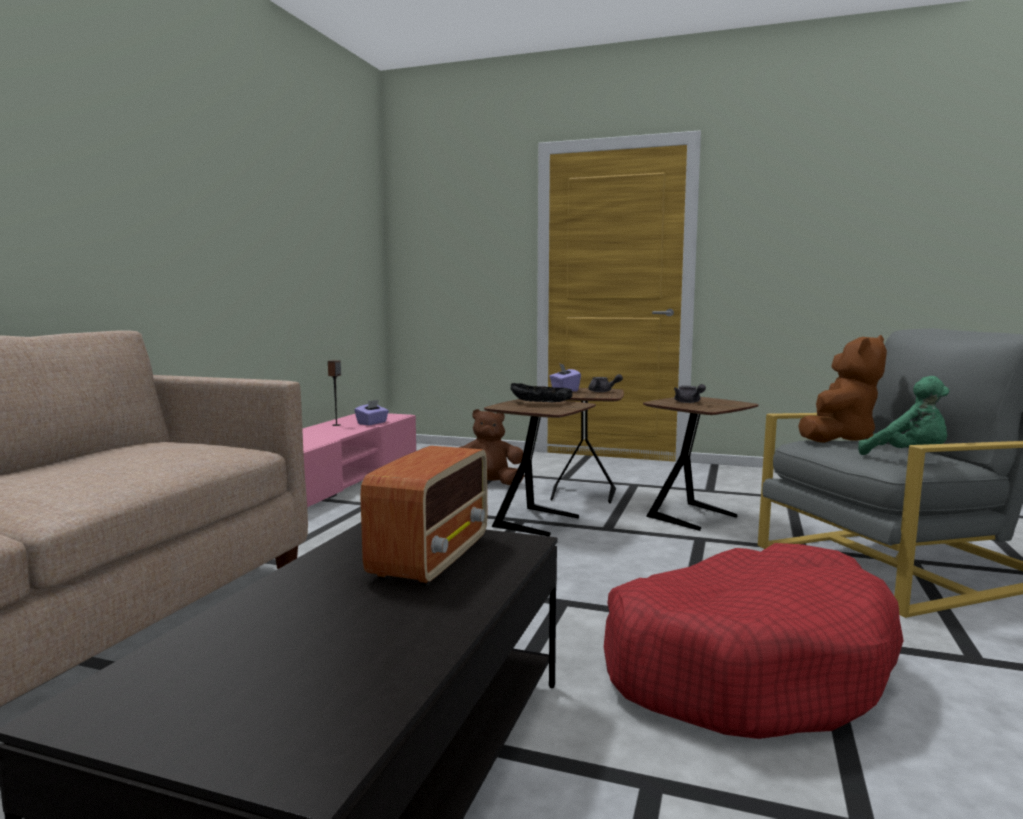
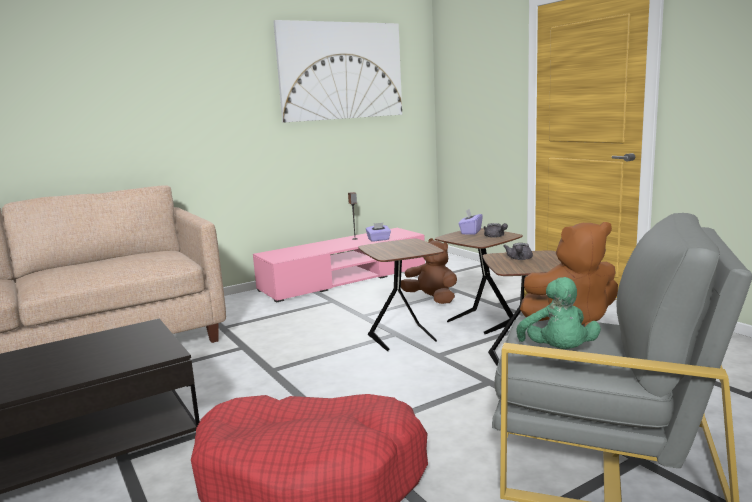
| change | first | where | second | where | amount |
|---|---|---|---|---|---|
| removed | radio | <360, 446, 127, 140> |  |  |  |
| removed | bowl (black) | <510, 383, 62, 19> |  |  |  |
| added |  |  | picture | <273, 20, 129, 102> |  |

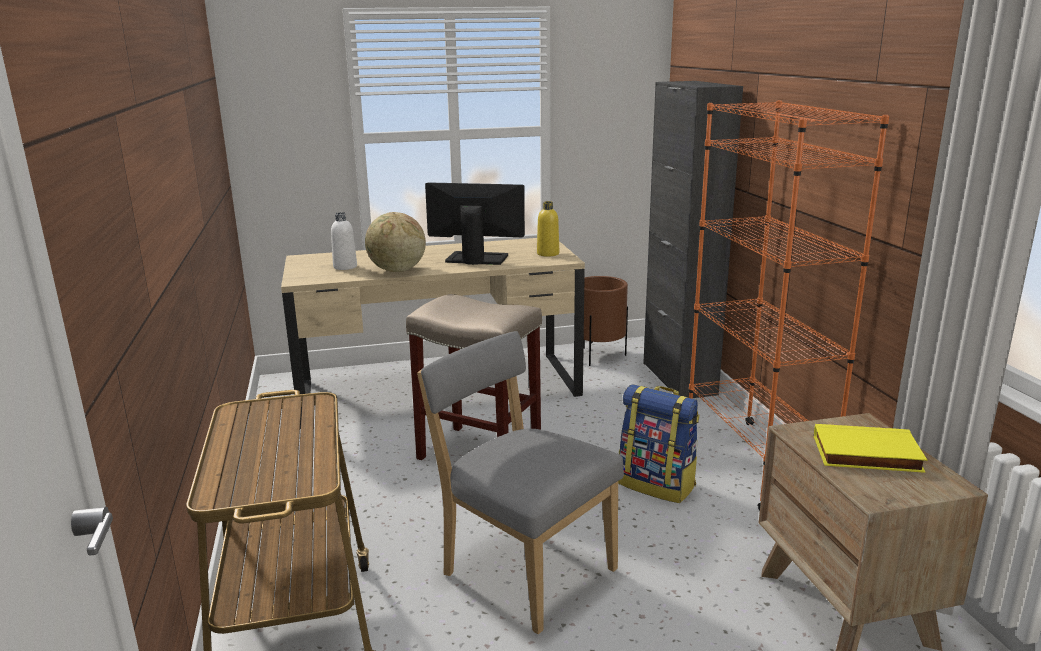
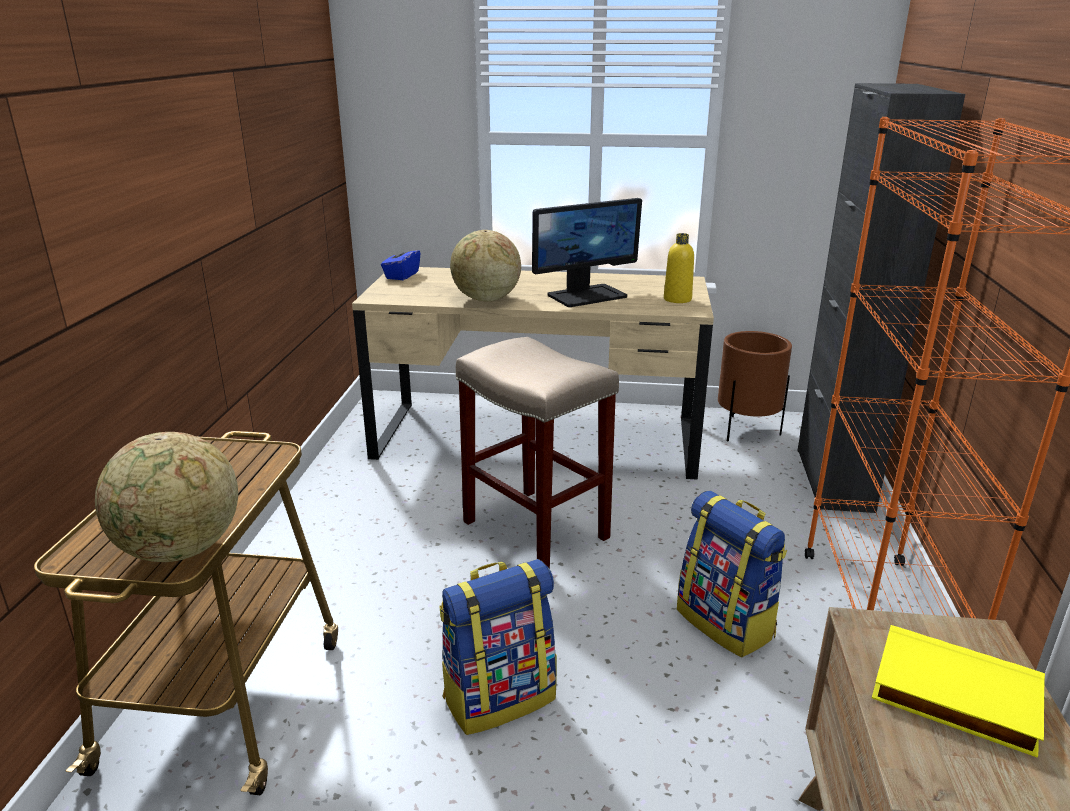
| change | first | where | second | where | amount |
|---|---|---|---|---|---|
| removed | bottle (white) | <331, 212, 26, 58> |  |  |  |
| replaced | chair (grey) | <417, 331, 207, 303> | backpack | <439, 559, 118, 176> |  |
| turned | monitor | <425, 183, 100, 82> |  | <532, 198, 110, 109> | 120 degrees clockwise |
| added |  |  | globe | <95, 432, 143, 130> |  |
| added |  |  | tissue box (blue) | <381, 242, 39, 38> |  |

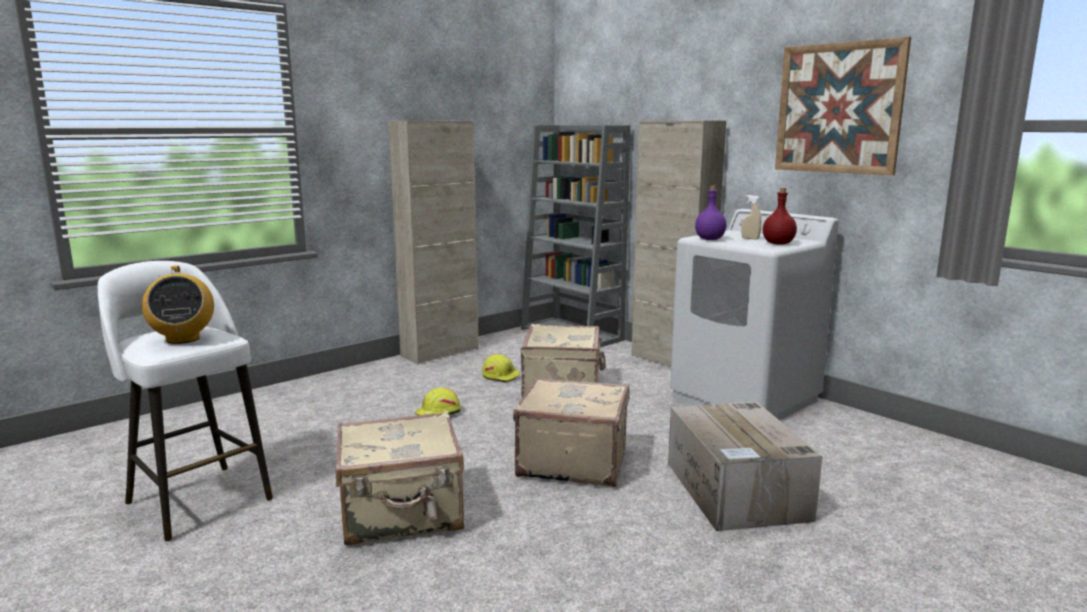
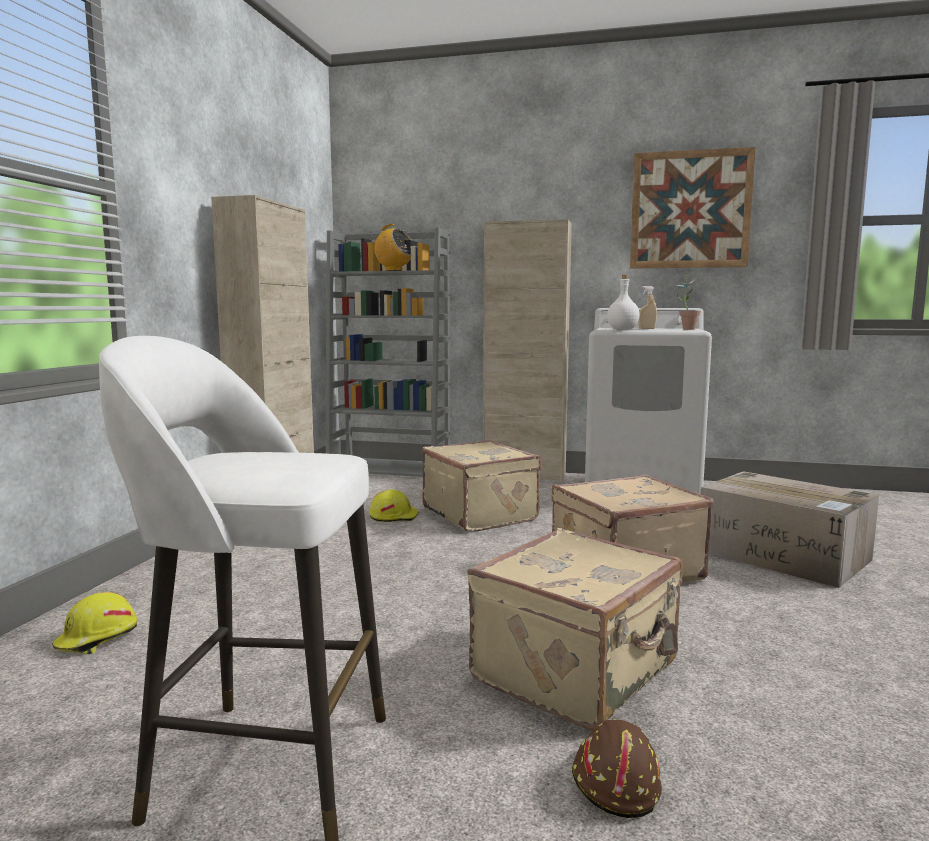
| change | first | where | second | where | amount |
|---|---|---|---|---|---|
| moved | radio | <142, 266, 72, 78> |  | <372, 224, 40, 47> |  |
| moved | hard hat (yellow) | <415, 388, 46, 28> |  | <53, 592, 84, 62> |  |
| recoloured | bottle (purple) | <695, 186, 31, 54> | bottle (white) | <607, 275, 33, 55> |  |
| replaced | bottle (red) | <763, 188, 34, 57> | potted plant | <669, 276, 33, 54> |  |
| added |  |  | hard hat (brown) | <572, 719, 90, 99> |  |

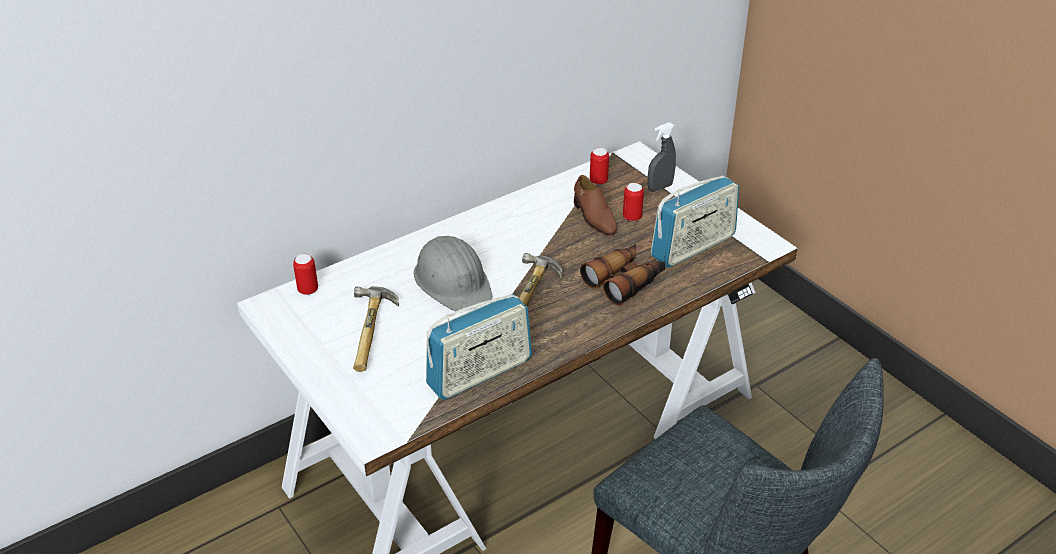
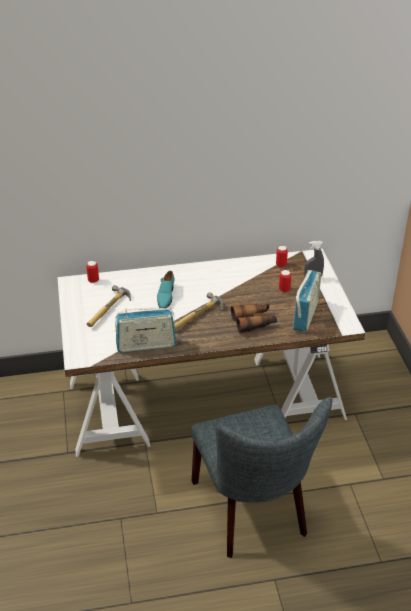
| change | first | where | second | where | amount |
|---|---|---|---|---|---|
| replaced | hard hat (grey) | <414, 236, 78, 75> | shoe (turquoise) | <157, 271, 18, 37> |  |
| removed | shoe (brown) | <574, 175, 43, 61> |  |  |  |
| turned | radio | <651, 175, 88, 93> |  | <293, 270, 28, 62> | 60 degrees counterclockwise |

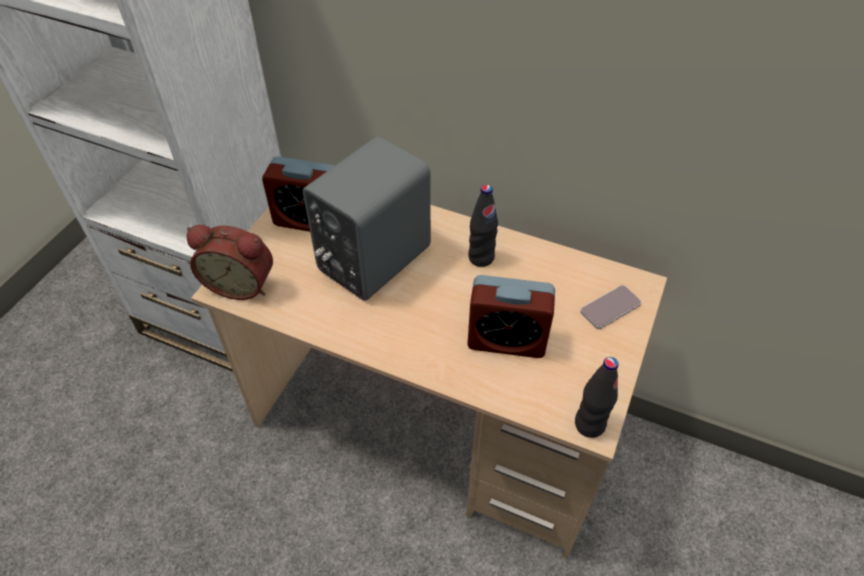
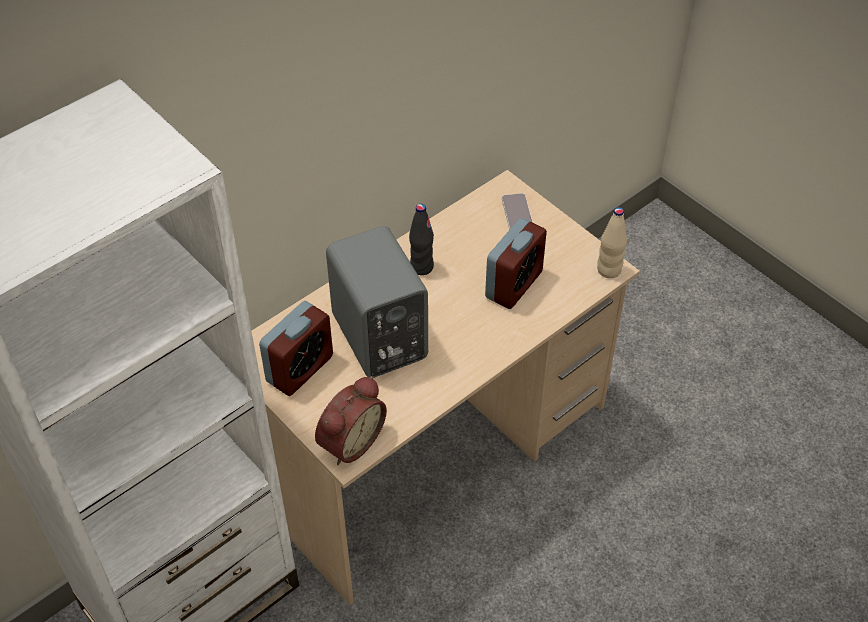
| change | first | where | second | where | amount |
|---|---|---|---|---|---|
| recoloured | bottle (black) | <575, 357, 43, 81> | bottle (beige) | <597, 207, 30, 71> |  |

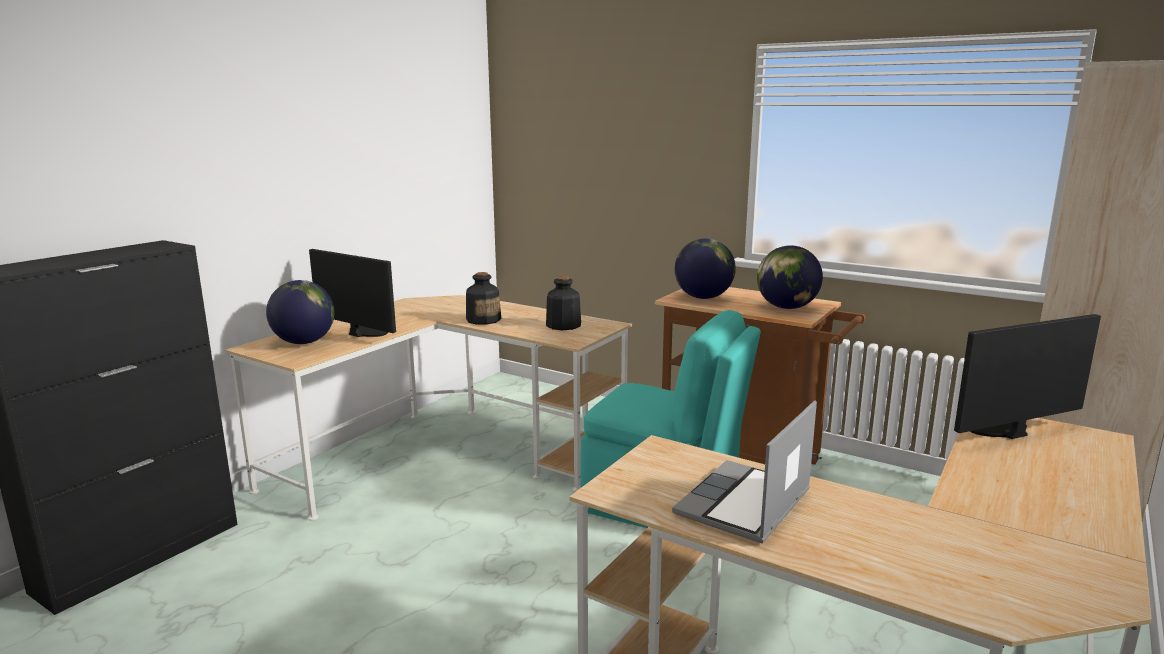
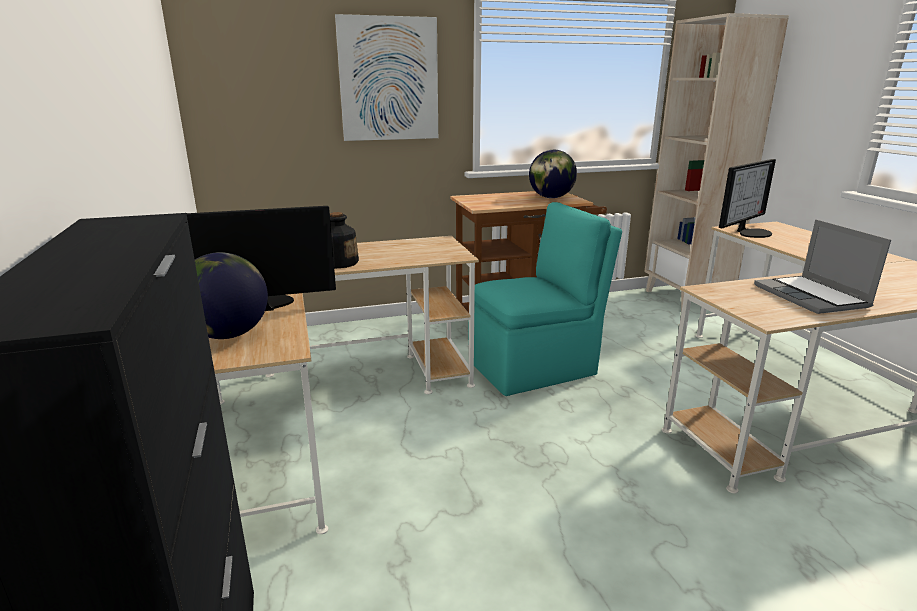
| change | first | where | second | where | amount |
|---|---|---|---|---|---|
| removed | bottle | <546, 276, 35, 54> |  |  |  |
| removed | globe | <675, 238, 61, 61> |  |  |  |
| turned | monitor | <954, 314, 147, 125> |  | <719, 159, 57, 79> | 150 degrees counterclockwise |
| added |  |  | picture | <335, 14, 103, 127> |  |

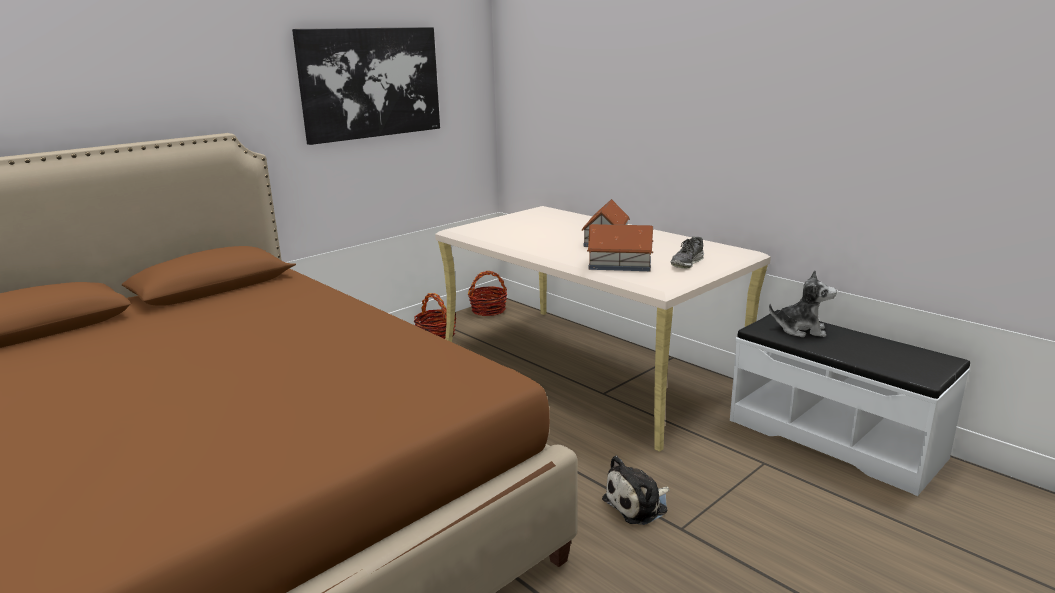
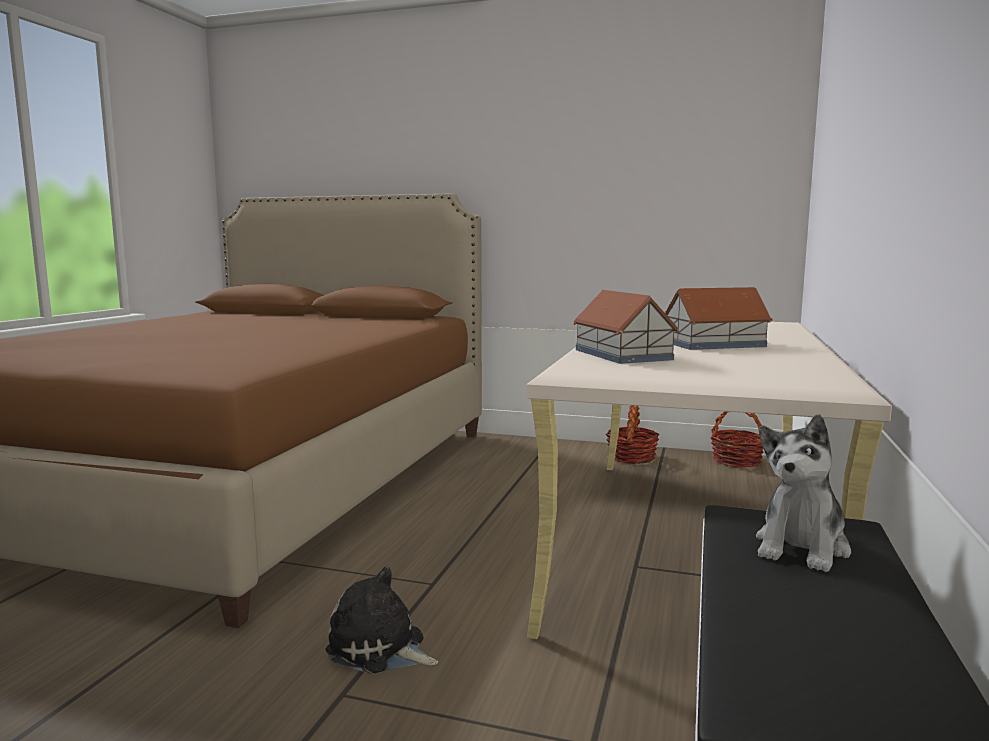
| change | first | where | second | where | amount |
|---|---|---|---|---|---|
| removed | picture | <292, 27, 148, 118> |  |  |  |
| removed | shoe | <671, 237, 33, 31> |  |  |  |
| turned | plush toy | <769, 270, 68, 67> |  | <756, 414, 95, 158> | 45 degrees clockwise |

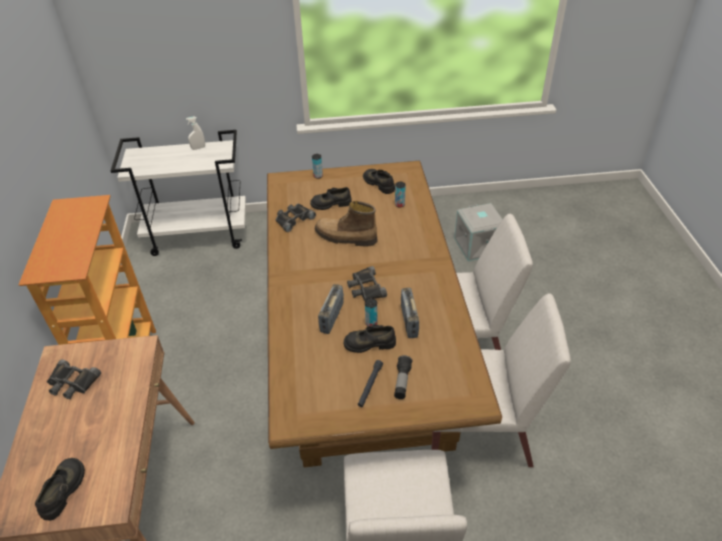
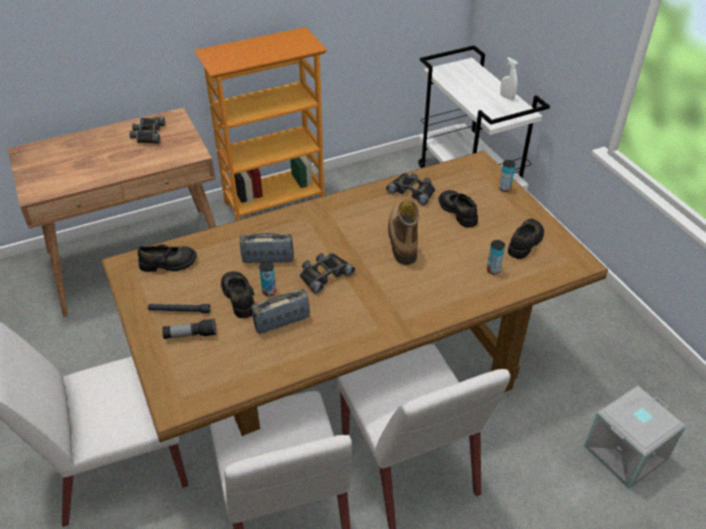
| change | first | where | second | where | amount |
|---|---|---|---|---|---|
| moved | shoe (black) | <35, 458, 50, 63> |  | <138, 244, 59, 28> |  |

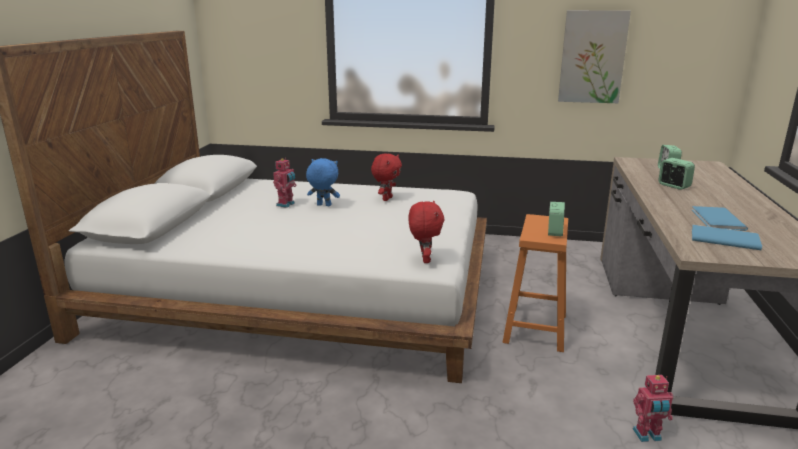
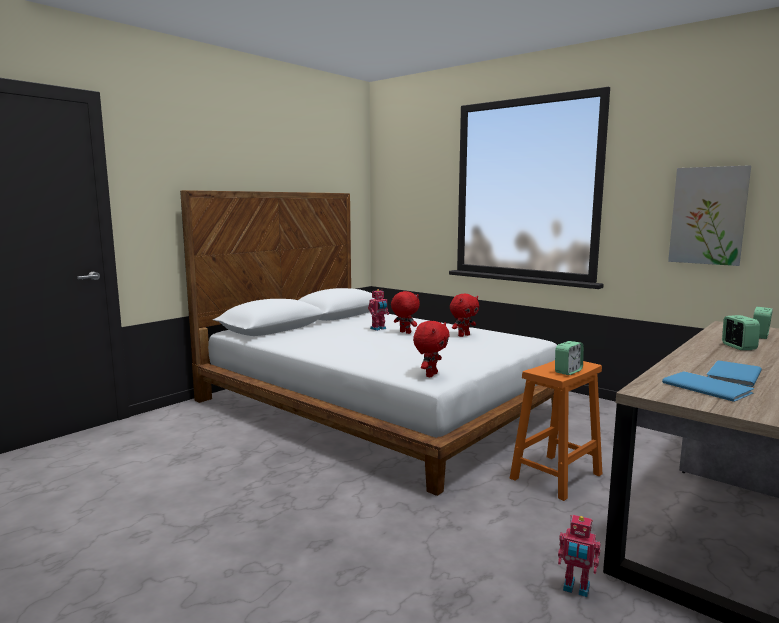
| change | first | where | second | where | amount |
|---|---|---|---|---|---|
| recoloured | plush toy (blue) | <306, 158, 34, 48> | plush toy (red) | <391, 291, 29, 43> |  |

